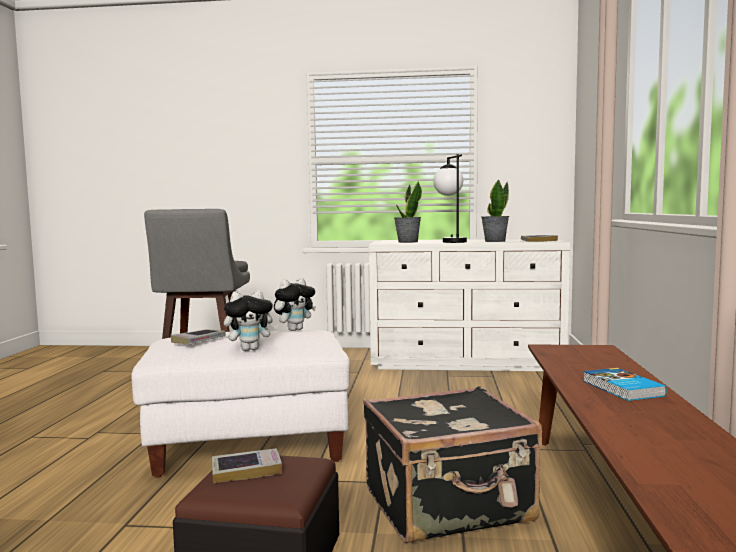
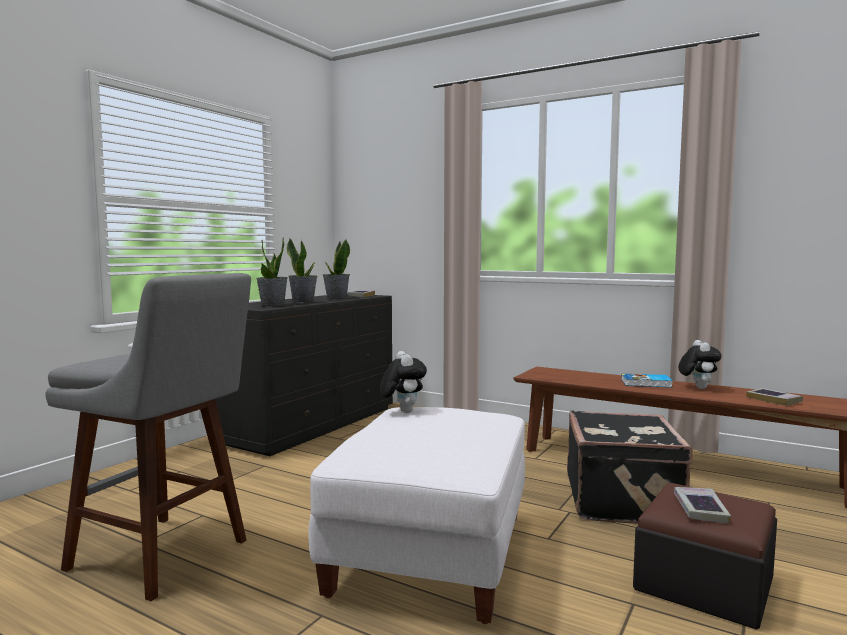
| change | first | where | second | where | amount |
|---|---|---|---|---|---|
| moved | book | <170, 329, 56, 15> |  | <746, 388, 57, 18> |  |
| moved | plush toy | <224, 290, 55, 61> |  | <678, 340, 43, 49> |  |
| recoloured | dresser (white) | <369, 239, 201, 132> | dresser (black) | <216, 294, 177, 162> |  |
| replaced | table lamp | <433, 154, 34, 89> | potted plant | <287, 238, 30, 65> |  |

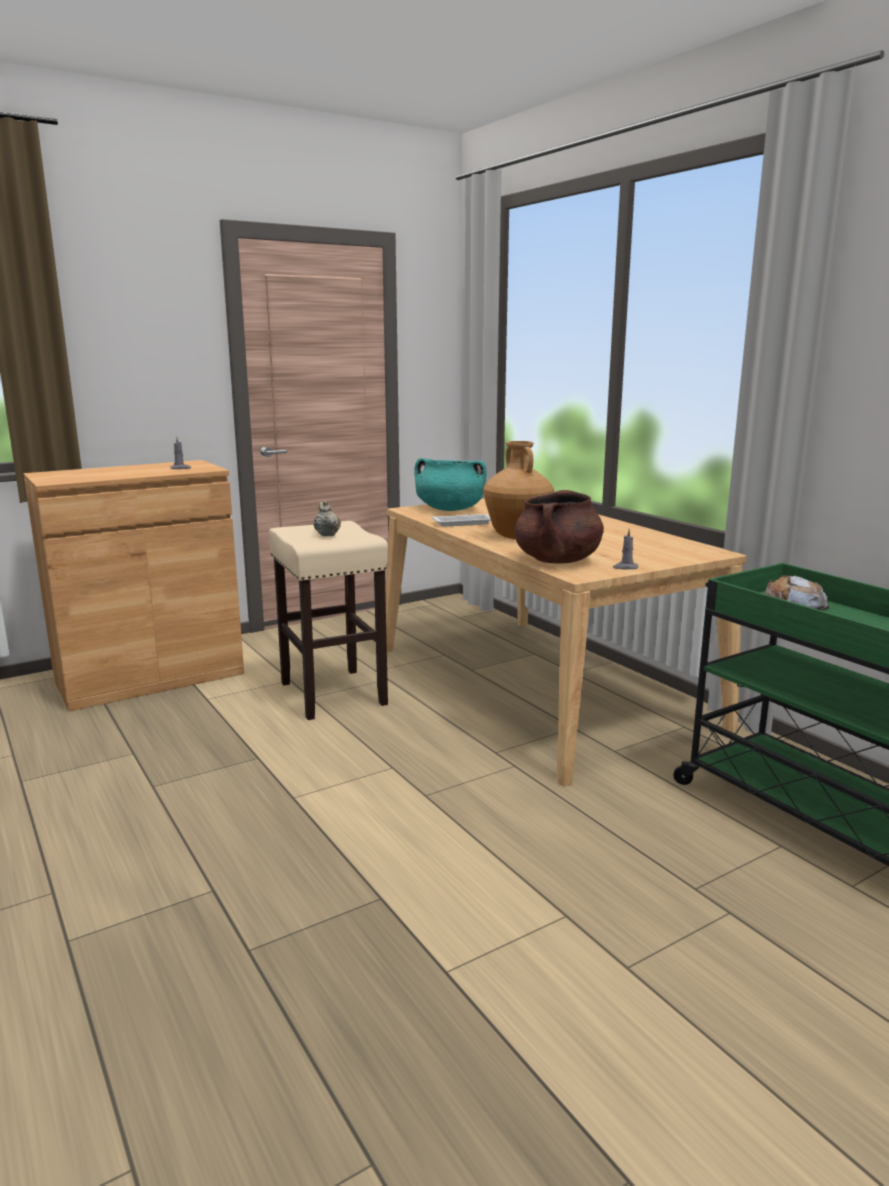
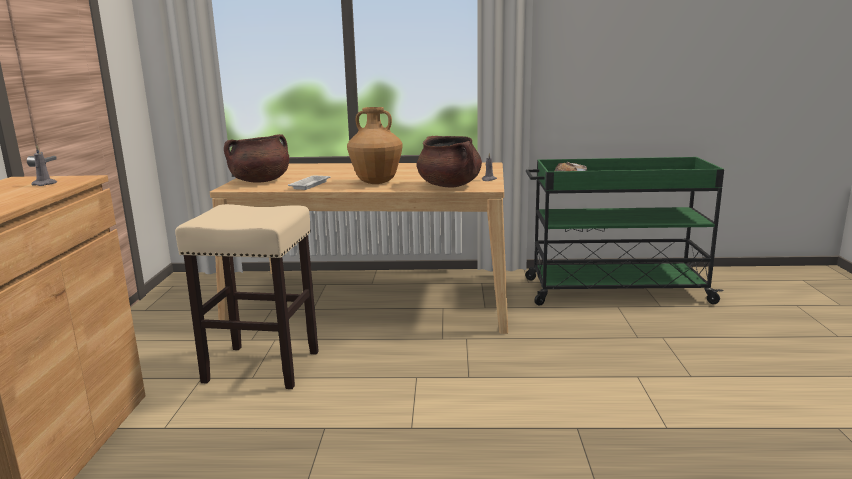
| change | first | where | second | where | amount |
|---|---|---|---|---|---|
| removed | teapot (beige) | <313, 501, 28, 35> |  |  |  |
| recoloured | cooking pot (turquoise) | <414, 458, 73, 53> | cooking pot (brown) | <224, 134, 65, 49> |  |

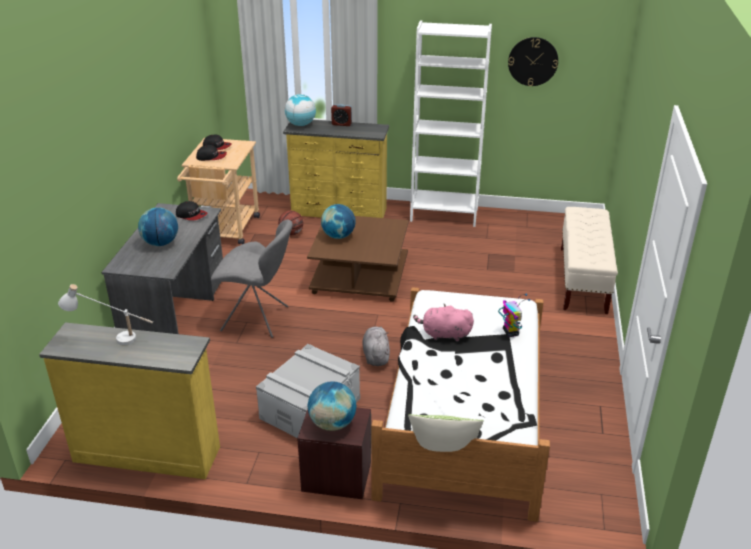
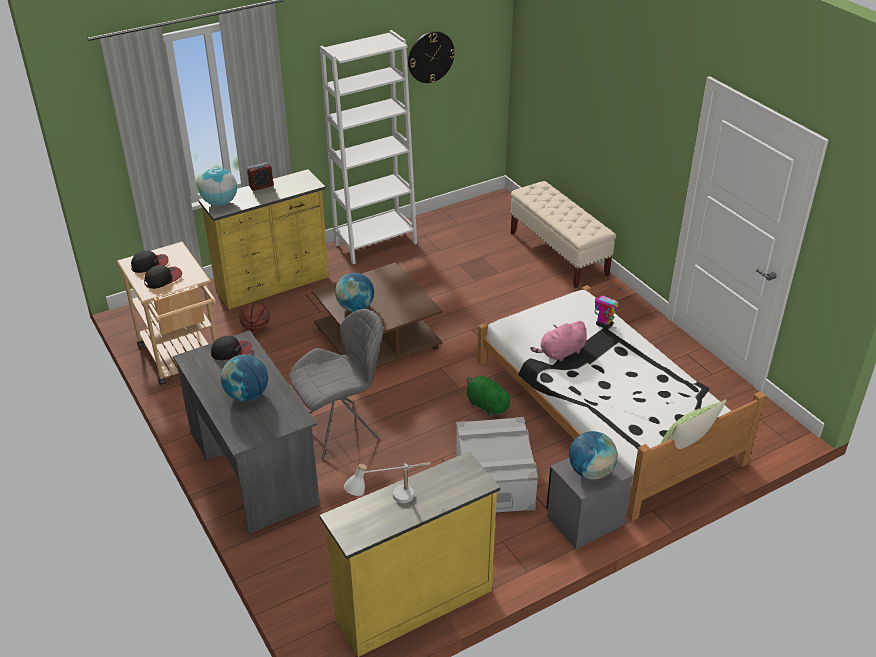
| change | first | where | second | where | amount |
|---|---|---|---|---|---|
| recoloured | nightstand (brown) | <297, 407, 74, 92> | nightstand (grey) | <546, 458, 87, 91> |  |
| recoloured | plush toy (grey) | <362, 327, 28, 39> | plush toy (green) | <466, 376, 47, 40> |  |

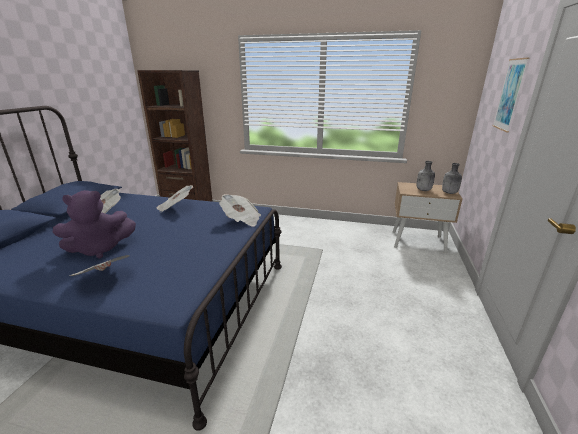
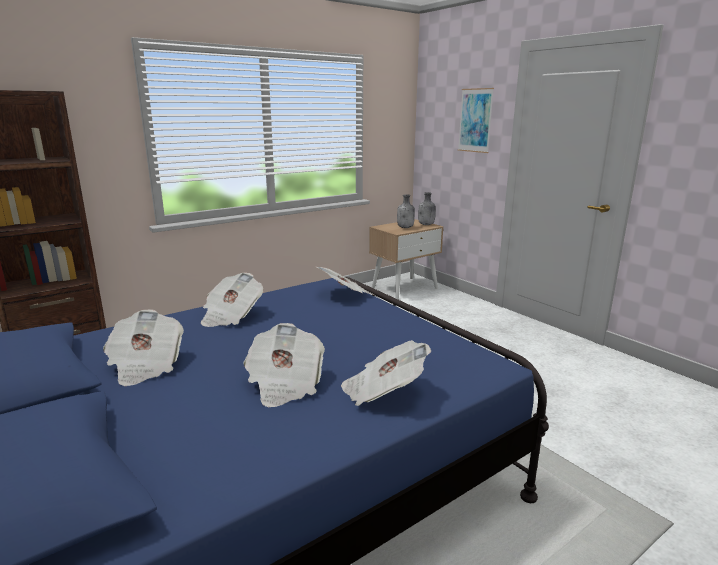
| change | first | where | second | where | amount |
|---|---|---|---|---|---|
| replaced | plush toy (purple) | <52, 190, 84, 69> | newspaper | <244, 323, 81, 85> |  |

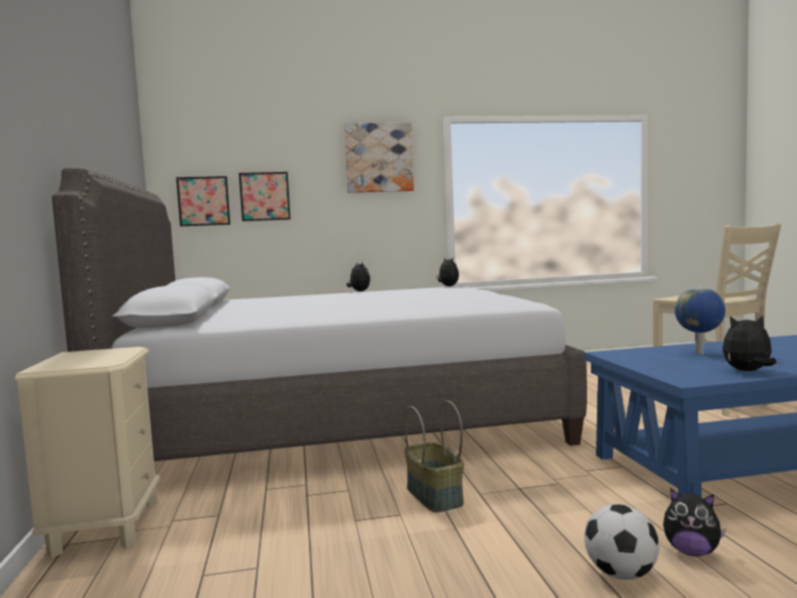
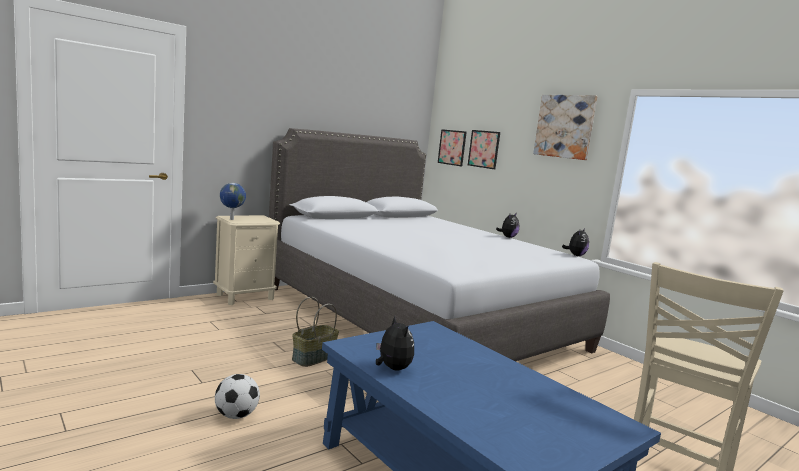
| change | first | where | second | where | amount |
|---|---|---|---|---|---|
| removed | plush toy | <663, 488, 63, 68> |  |  |  |
| moved | globe | <675, 287, 50, 67> |  | <220, 183, 26, 37> |  |

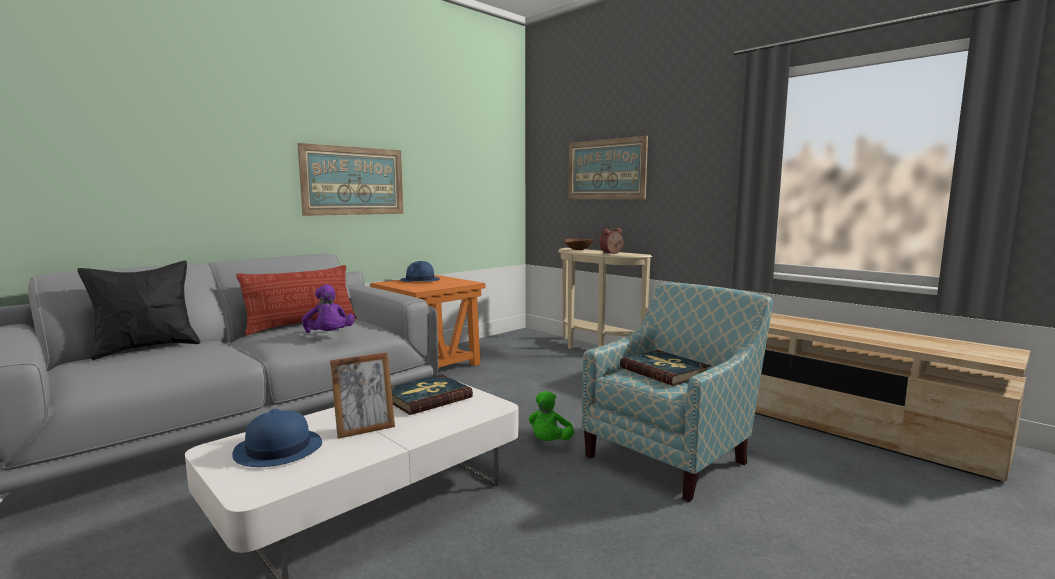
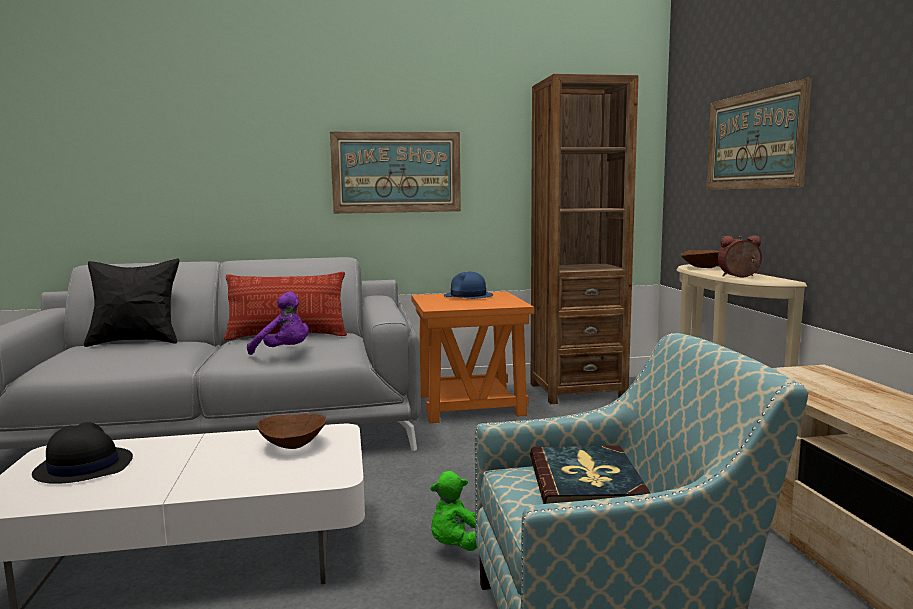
| change | first | where | second | where | amount |
|---|---|---|---|---|---|
| recoloured | hat (blue) | <232, 409, 90, 58> | hat (black) | <32, 422, 101, 62> |  |
| turned | plush toy (purple) | <302, 284, 53, 49> |  | <247, 292, 62, 63> | 75 degrees counterclockwise |
| removed | picture frame | <330, 352, 65, 87> |  |  |  |
| replaced | book | <391, 374, 82, 41> | bowl (brown) | <257, 413, 69, 36> |  |
| added |  |  | bookcase (brown) | <531, 74, 108, 330> |  |

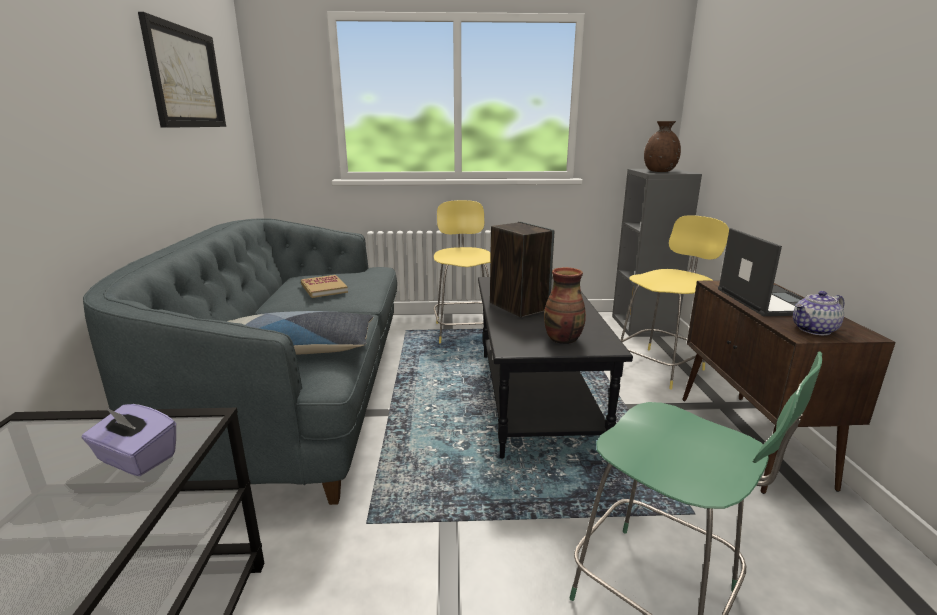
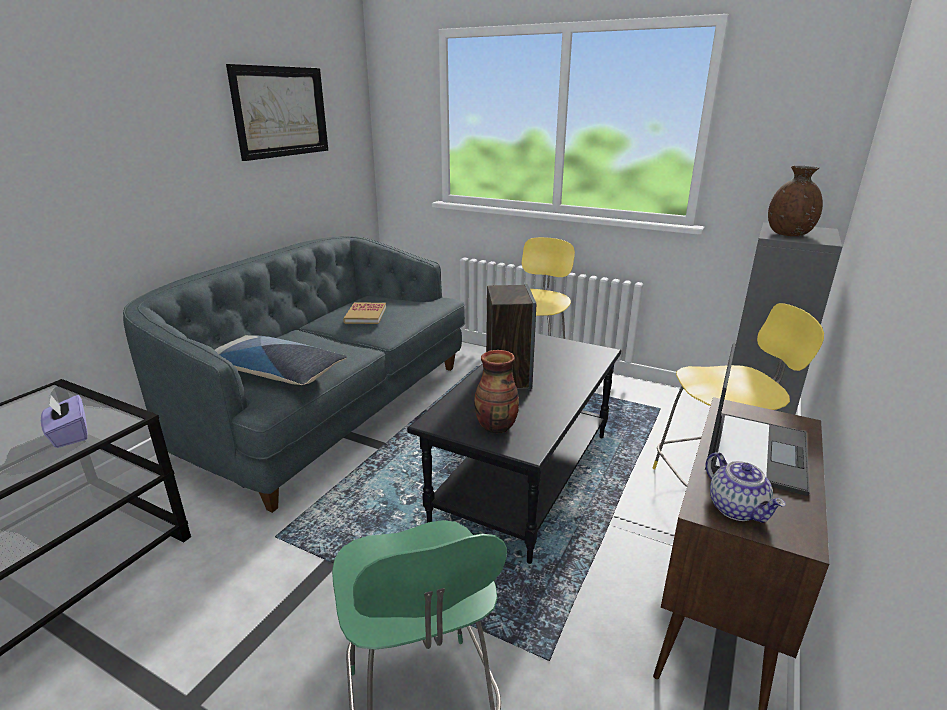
| change | first | where | second | where | amount |
|---|---|---|---|---|---|
| turned | teapot | <793, 291, 51, 44> |  | <706, 452, 80, 71> | 120 degrees counterclockwise |

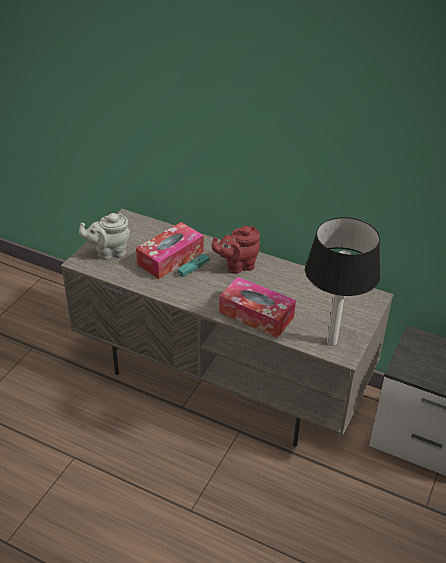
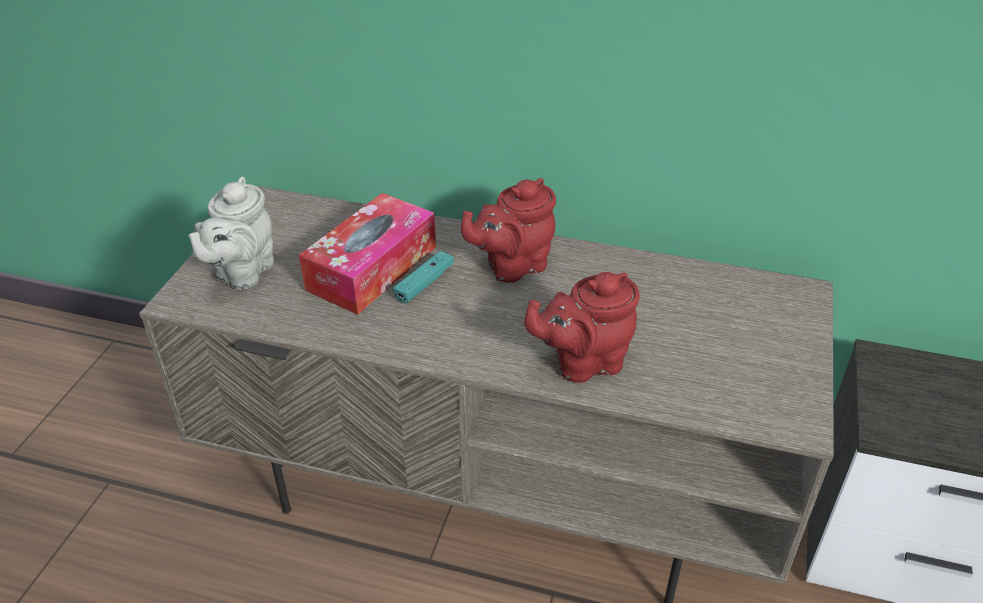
| change | first | where | second | where | amount |
|---|---|---|---|---|---|
| turned | teapot (grey) | <79, 213, 51, 47> |  | <188, 177, 86, 113> | 45 degrees counterclockwise |
| replaced | tissue box | <219, 277, 77, 61> | teapot (red) | <525, 272, 115, 111> |  |
| removed | table lamp | <305, 217, 76, 129> |  |  |  |

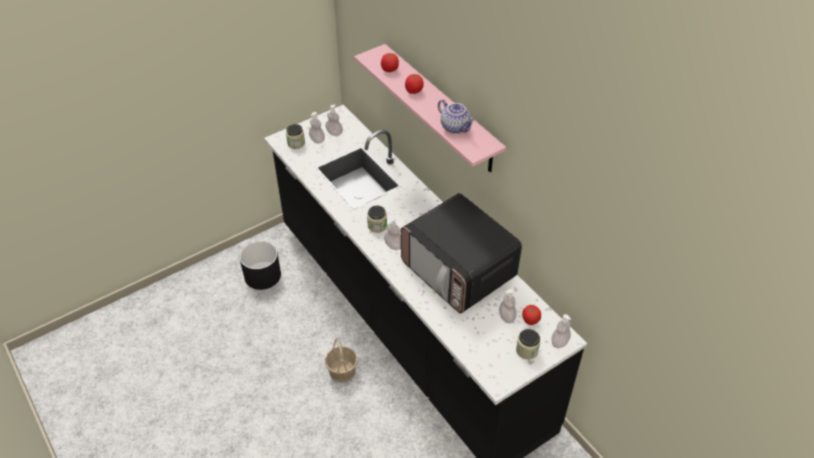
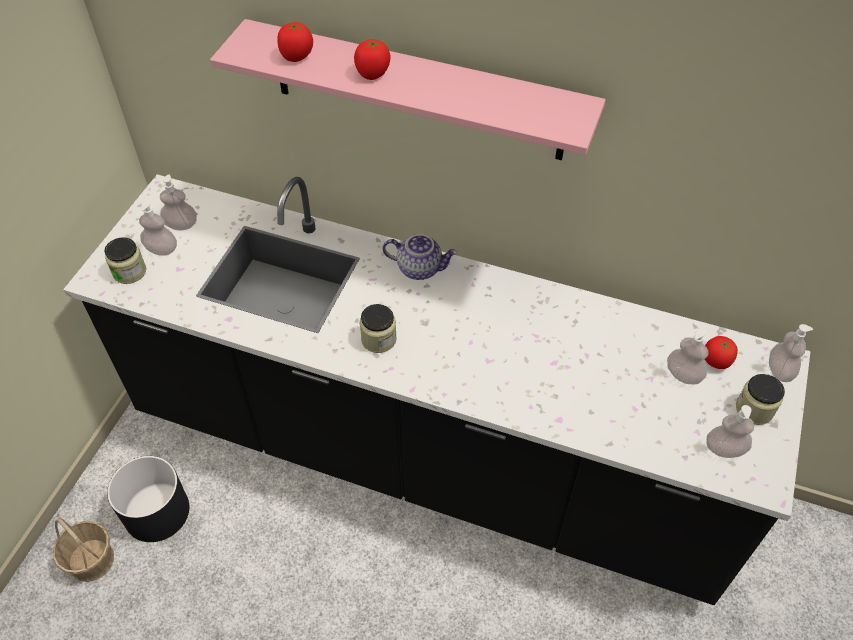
| change | first | where | second | where | amount |
|---|---|---|---|---|---|
| moved | basket | <325, 338, 33, 45> |  | <53, 517, 61, 65> |  |
| moved | soap dispenser | <384, 217, 17, 33> |  | <706, 405, 48, 53> |  |
| removed | microwave | <401, 193, 121, 120> |  |  |  |
| moved | teapot | <438, 100, 37, 34> |  | <383, 234, 74, 46> |  |

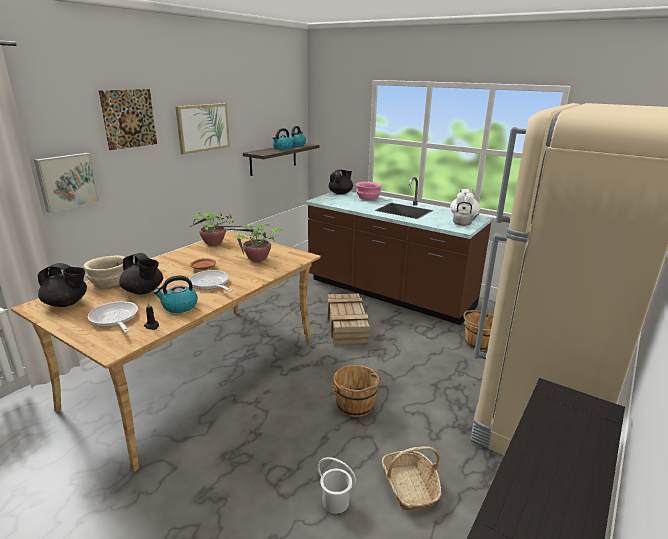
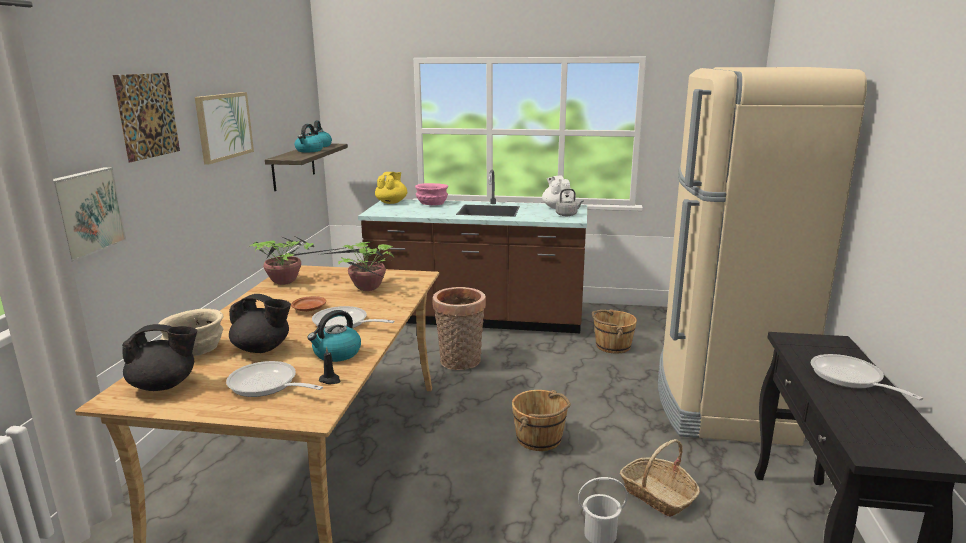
| change | first | where | second | where | amount |
|---|---|---|---|---|---|
| replaced | crate | <328, 294, 41, 51> | basket | <433, 287, 53, 83> |  |
| recoloured | teapot (black) | <329, 170, 24, 25> | teapot (yellow) | <375, 172, 32, 32> |  |
| added |  |  | frying pan | <811, 354, 112, 46> |  |

